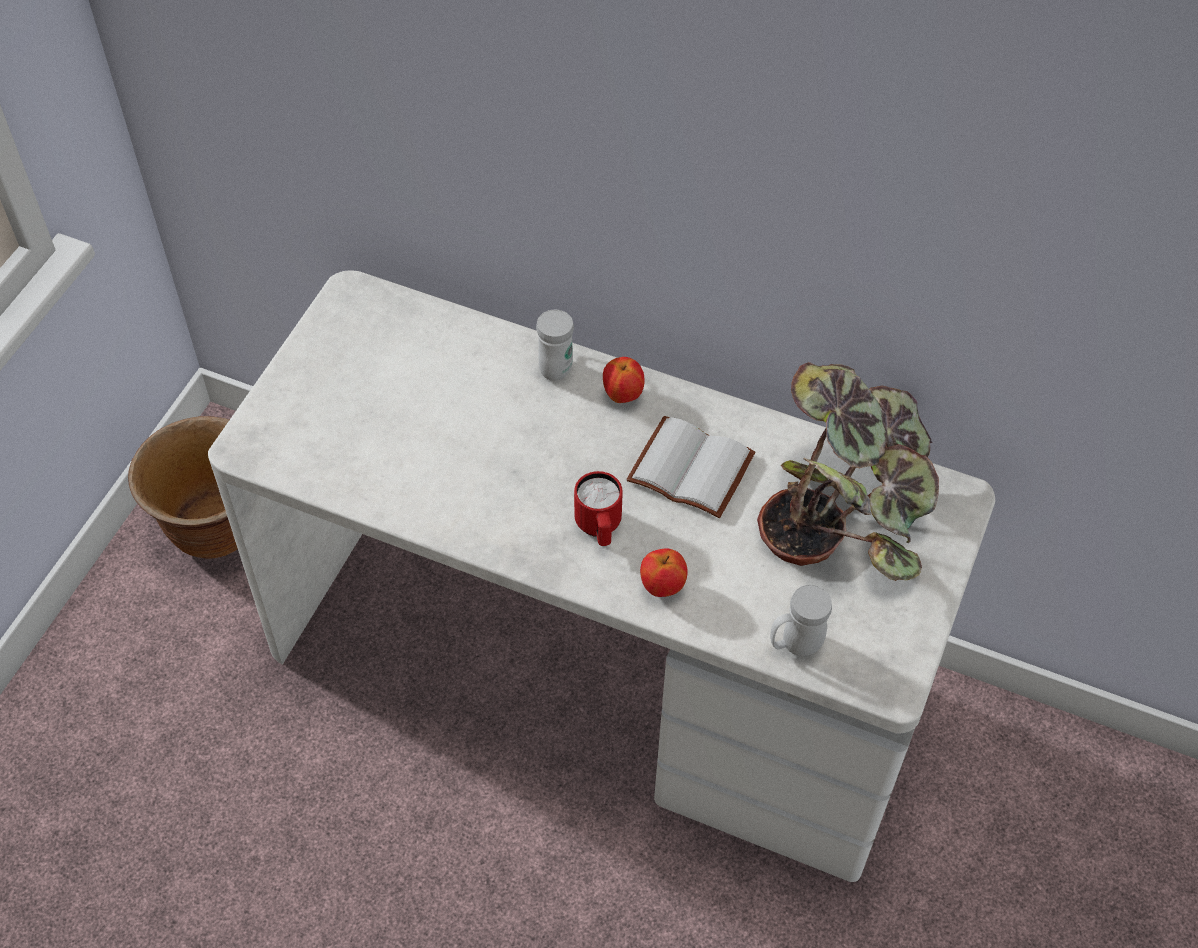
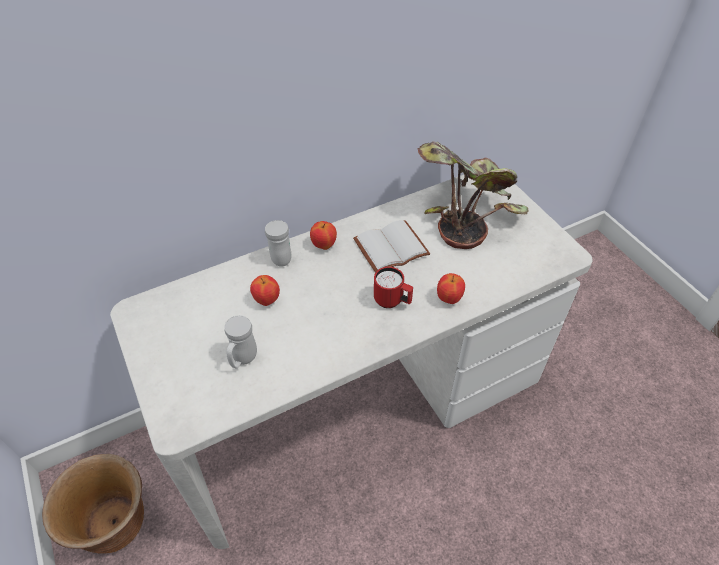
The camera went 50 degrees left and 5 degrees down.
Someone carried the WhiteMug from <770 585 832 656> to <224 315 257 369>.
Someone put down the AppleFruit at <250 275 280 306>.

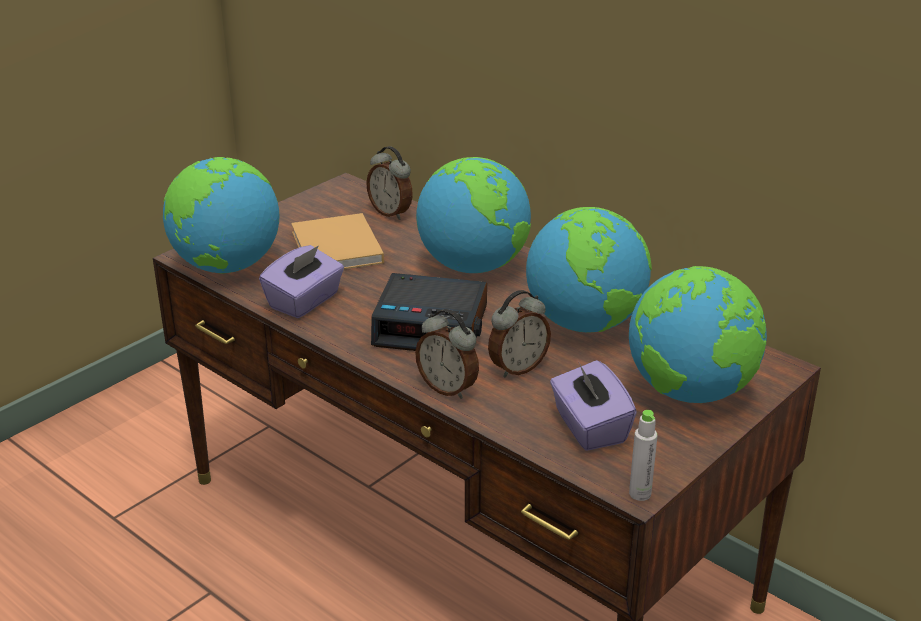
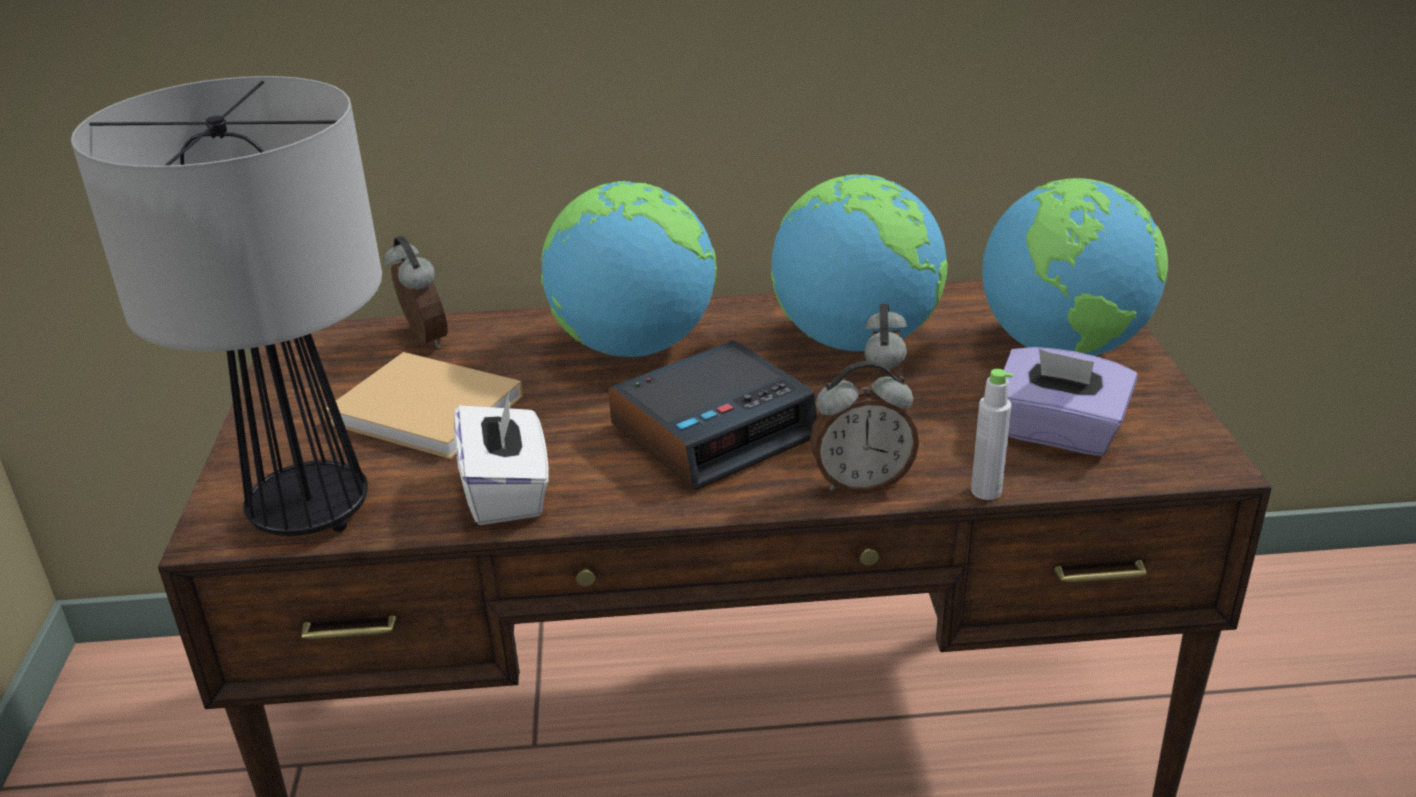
The camera went 45 degrees left and 0 degrees up.
Someone swapped the Globe at <163 157 279 274> for the TabletopLamp at <71 76 382 536>.
Someone rotated the TableClock at <366 146 413 220> by 120 degrees counterclockwise.
Someone repainted the PurpleColouredTissueBox at <259 245 344 318>, which became the WhiteTissueBox at <454 390 549 525>.
Someone carried the GreyDrinkBottle from <629 410 658 501> to <971 369 1013 500>.

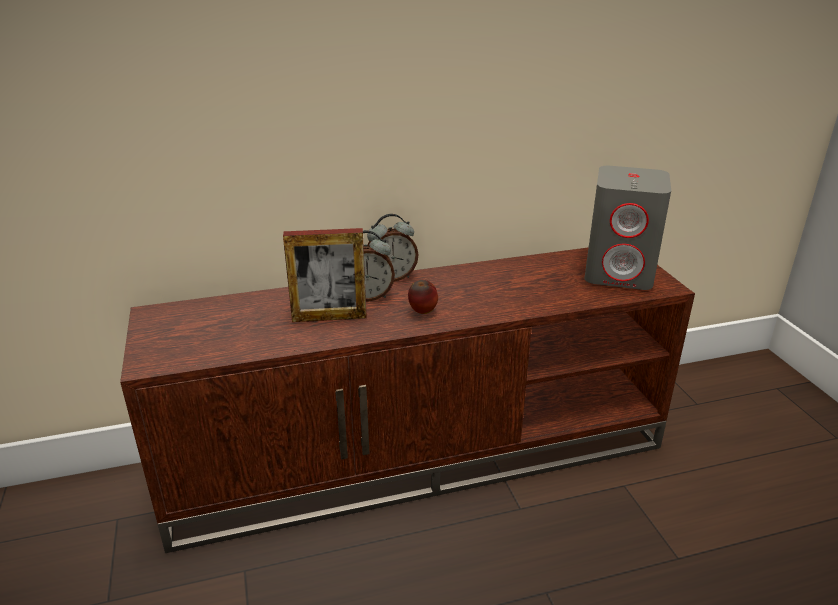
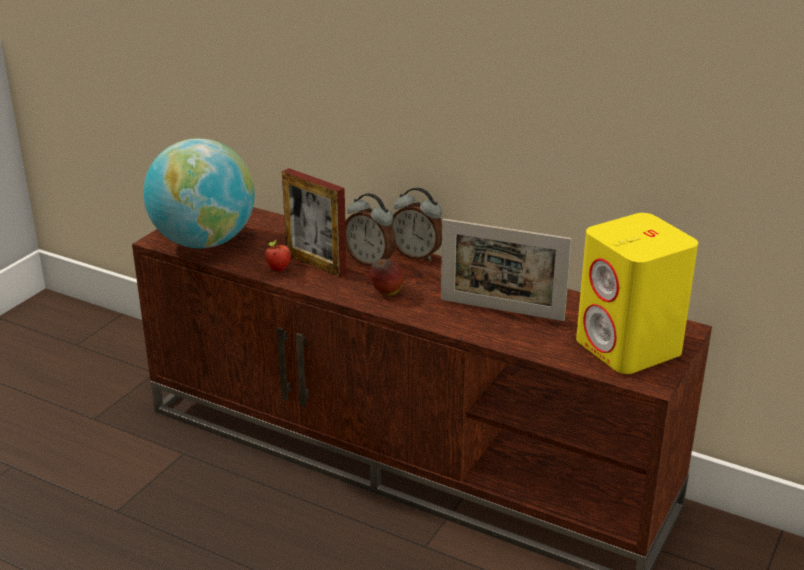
The camera went 45 degrees right and 0 degrees up.
Someone put down the Globe at <143 138 255 248>.
Someone put down the AppleFruit at <265 240 291 271>.
Someone put down the PictureFrame at <441 219 572 321>.
Someone repainted the GreySpeaker at <585 166 671 290>, which became the YellowSpeaker at <576 213 698 374>.

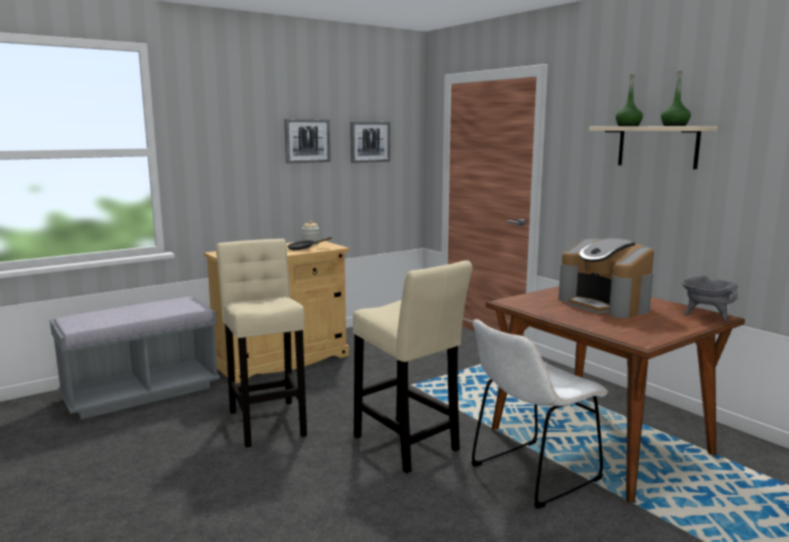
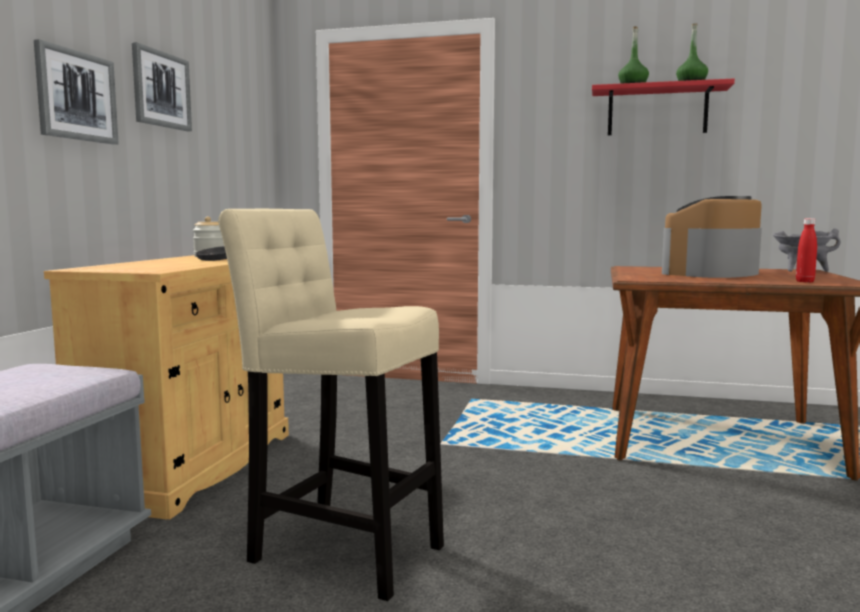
The camera went 40 degrees left and 5 degrees down.
Someone carried the WallArt from <350 122 390 163> to <34 39 119 145>.
Someone repainted the BeigeColouredBracketShelf at <589 126 717 169>, which became the RedColouredBracketShelf at <592 78 735 135>.
Someone rotated the CoffeeBrewer at <558 238 654 318> by 120 degrees clockwise.
Someone put down the RedColouredDrinkBottle at <796 218 817 282>.
Someone took away the BeigeColouredSittingStool at <353 260 473 473>.
Someone took away the WhiteUprightChair at <471 319 608 509>.

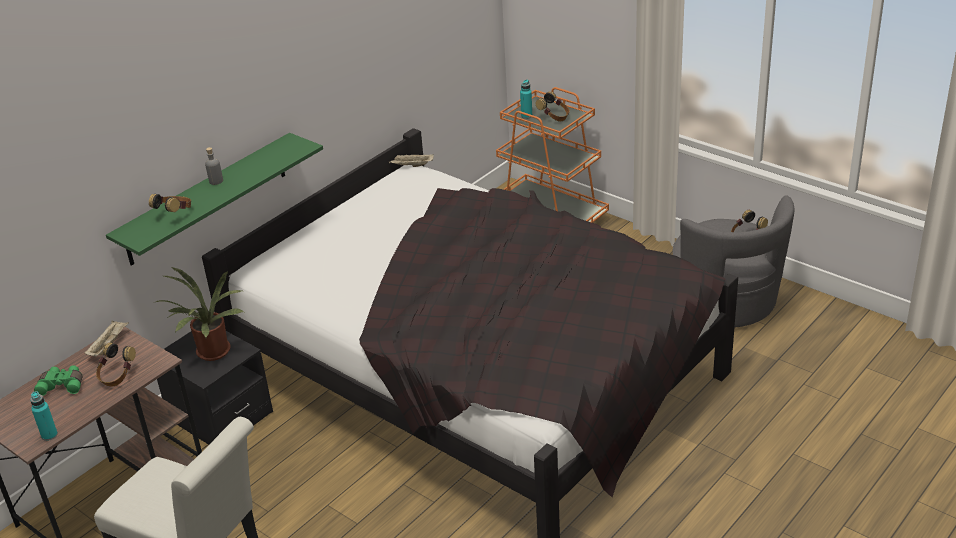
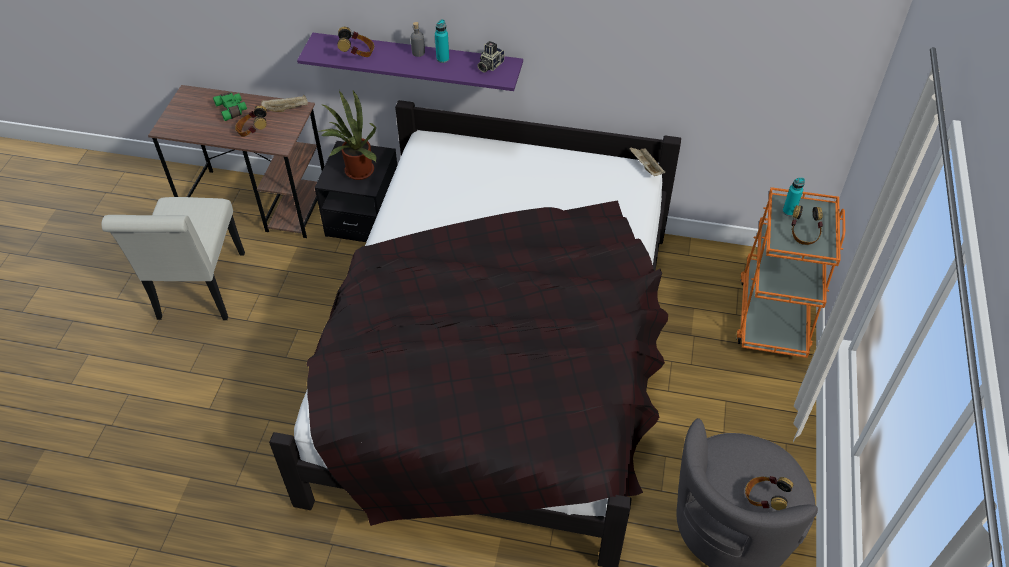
The camera went 60 degrees right and 15 degrees up.
Someone repainted the GreenishBracketShelf at <106 133 323 266>, which became the PurpleColouredBracketShelf at <297 33 523 91>.
Someone carried the TurquoiseColouredDrinkBottle from <30 391 58 441> to <435 19 449 63>.
Someone put down the PhotoCamera at <477 41 504 72>.

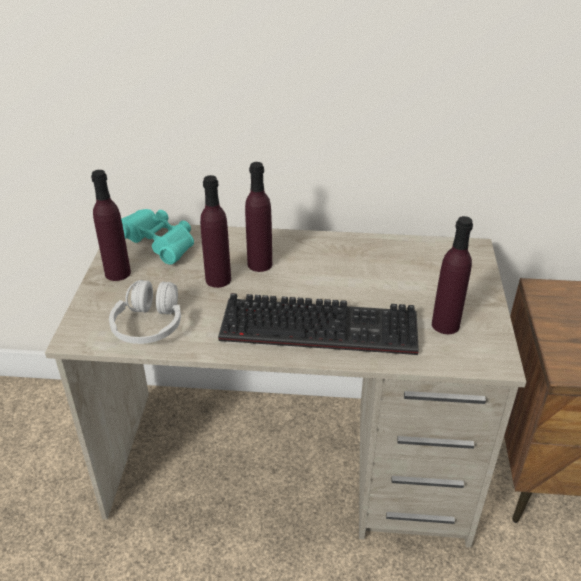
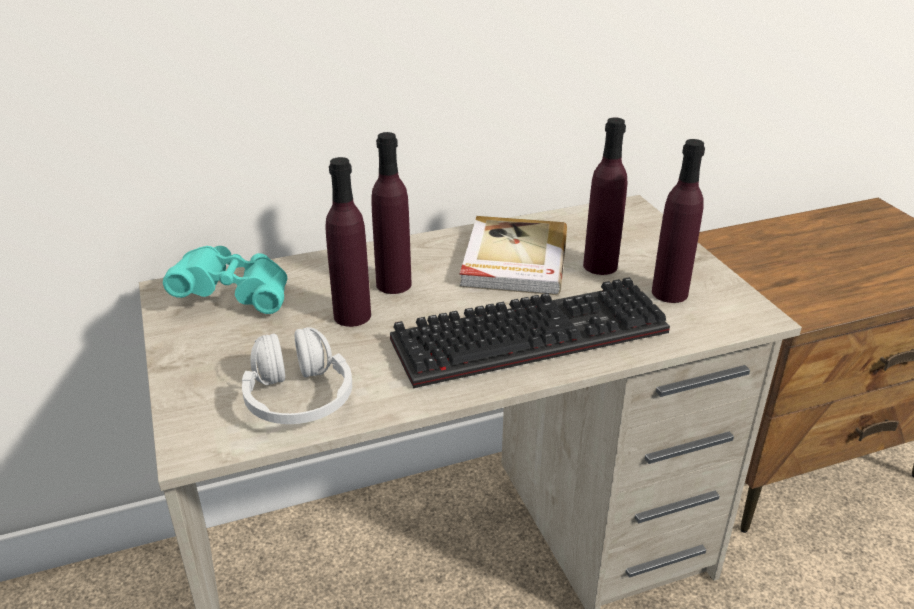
The camera went 25 degrees left and 5 degrees down.
Someone put down the BoundBook at <460 216 567 295>.
Someone carried the PurpleColouredDrinkBottle from <91 170 131 281> to <583 118 627 275>.

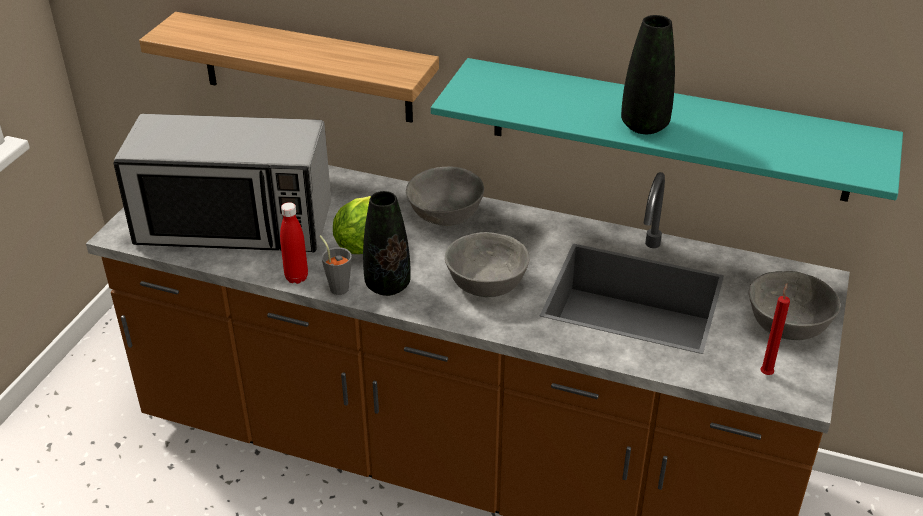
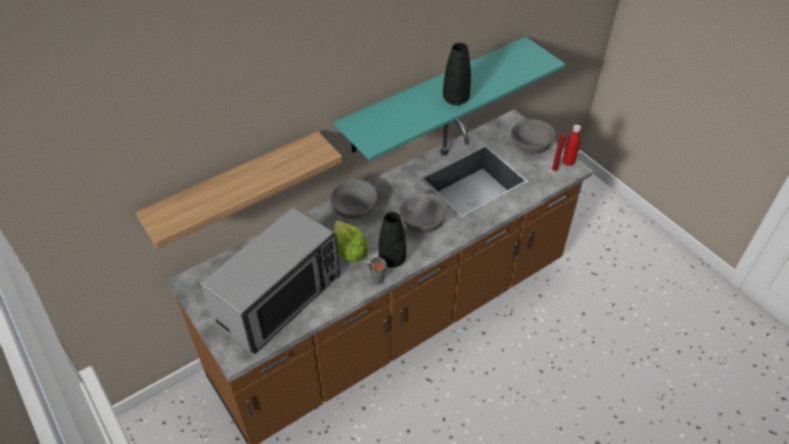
The camera went 55 degrees left and 10 degrees up.
Someone carried the RedColouredDrinkBottle from <280 202 308 284> to <563 125 581 166>.

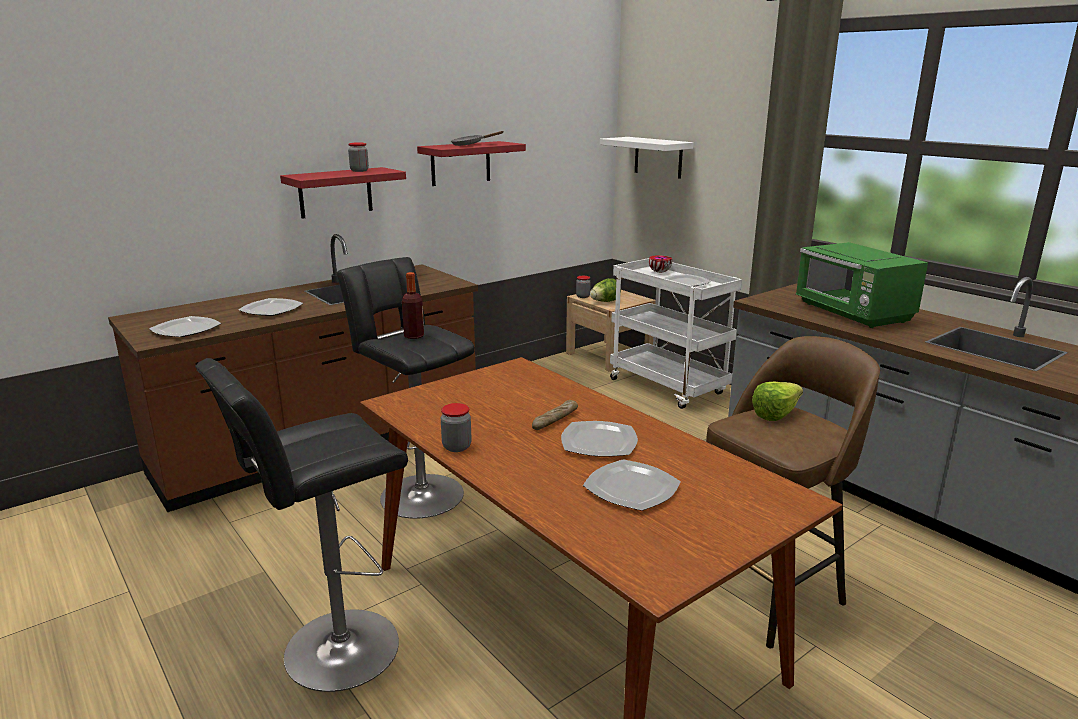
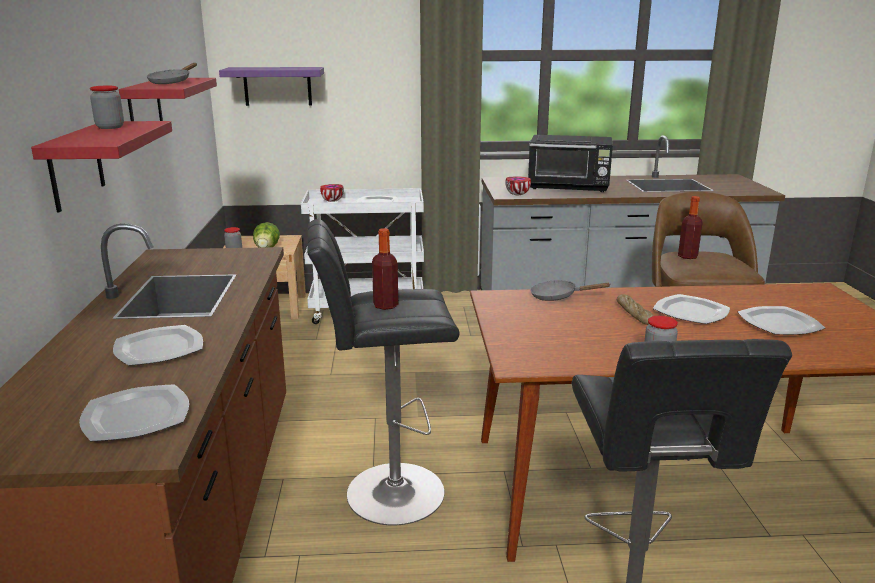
The camera went 55 degrees left and 0 degrees up.
Someone repainted the WhiteBracketShelf at <600 137 694 179>, which became the PurpleColouredBracketShelf at <219 67 324 106>.
Someone put down the ServingBowl at <505 176 531 195>.
Someone repainted the GreenishMicrowaveOven at <796 242 928 328>, which became the BlackishMicrowaveOven at <528 135 613 192>.
Someone put down the GreySkillet at <531 280 611 301>.
Someone swapped the Lettuce at <752 382 803 421> for the DrinkBottle at <678 196 703 259>.

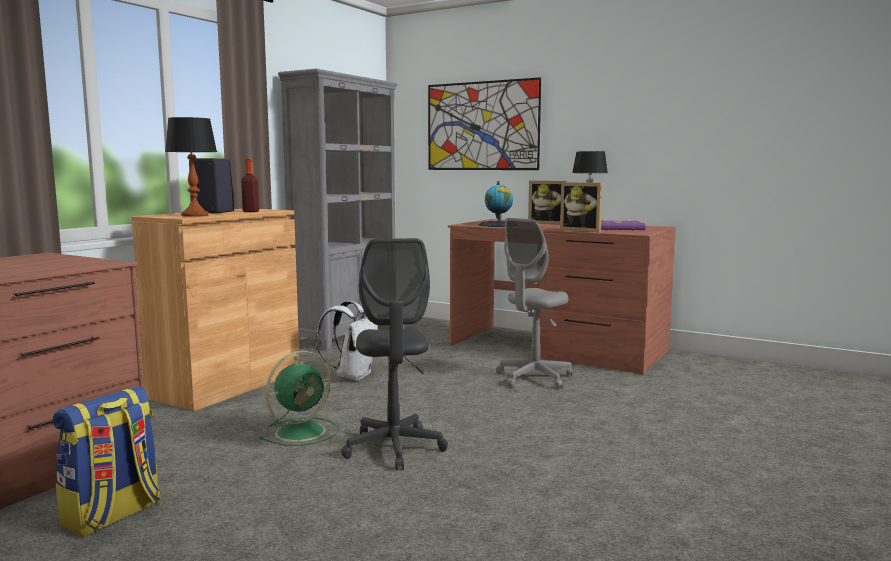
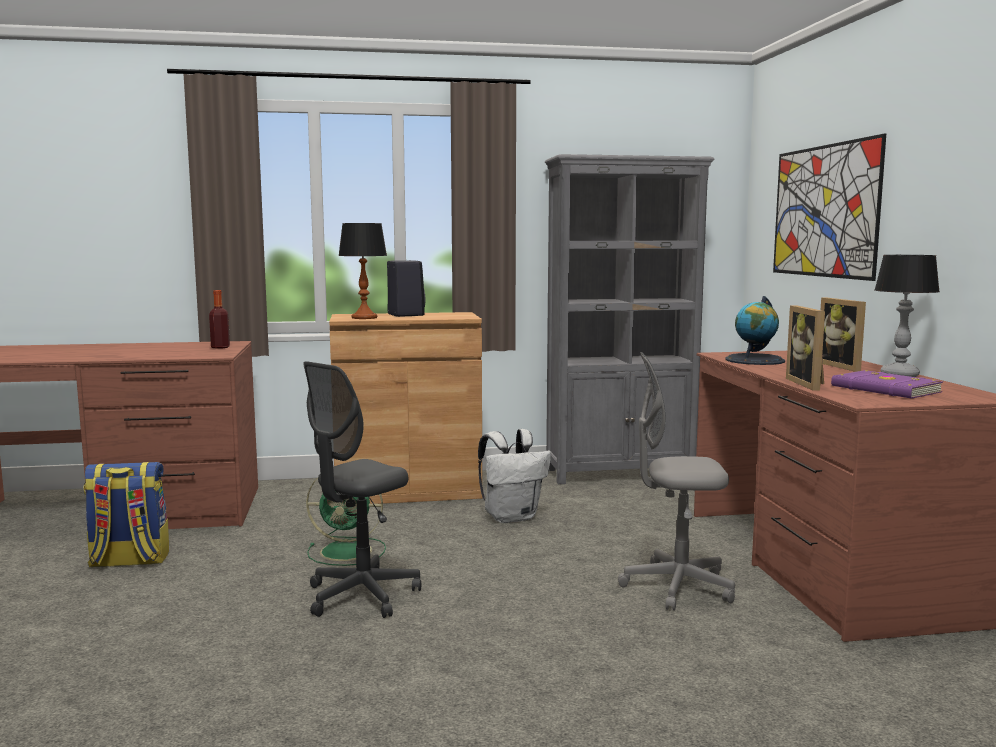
The camera went 50 degrees right and 0 degrees up.
Someone carried the DrinkBottle from <241 159 259 212> to <209 290 230 349>.

